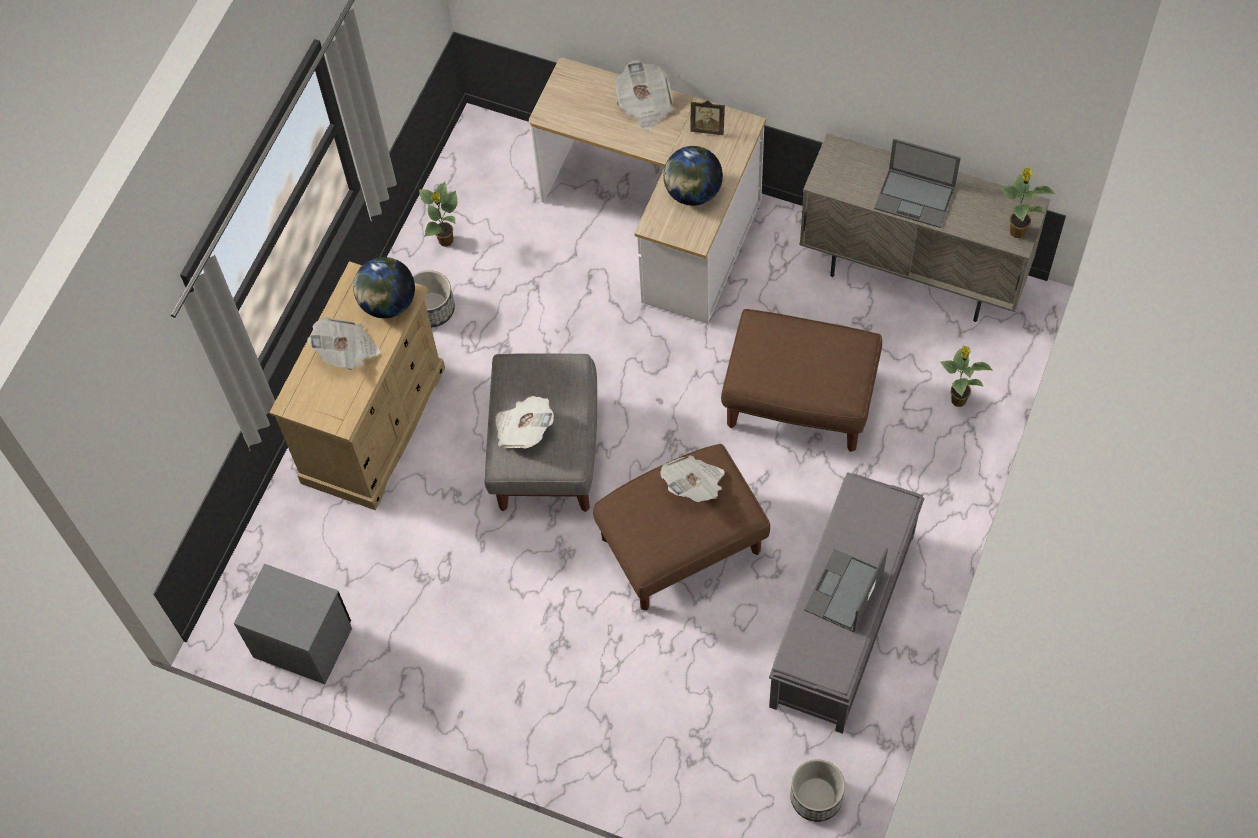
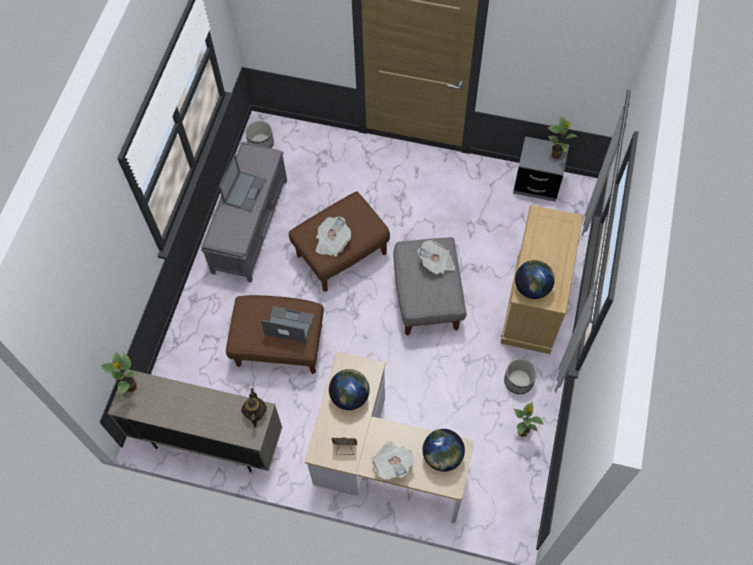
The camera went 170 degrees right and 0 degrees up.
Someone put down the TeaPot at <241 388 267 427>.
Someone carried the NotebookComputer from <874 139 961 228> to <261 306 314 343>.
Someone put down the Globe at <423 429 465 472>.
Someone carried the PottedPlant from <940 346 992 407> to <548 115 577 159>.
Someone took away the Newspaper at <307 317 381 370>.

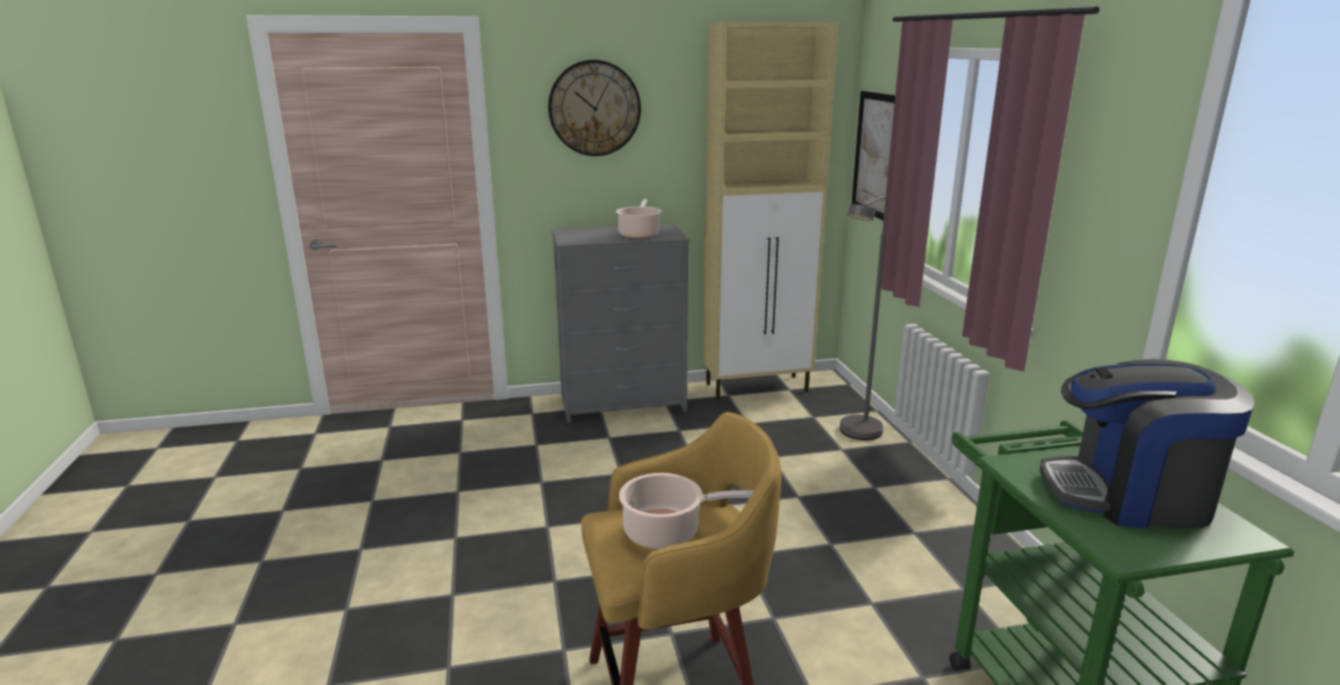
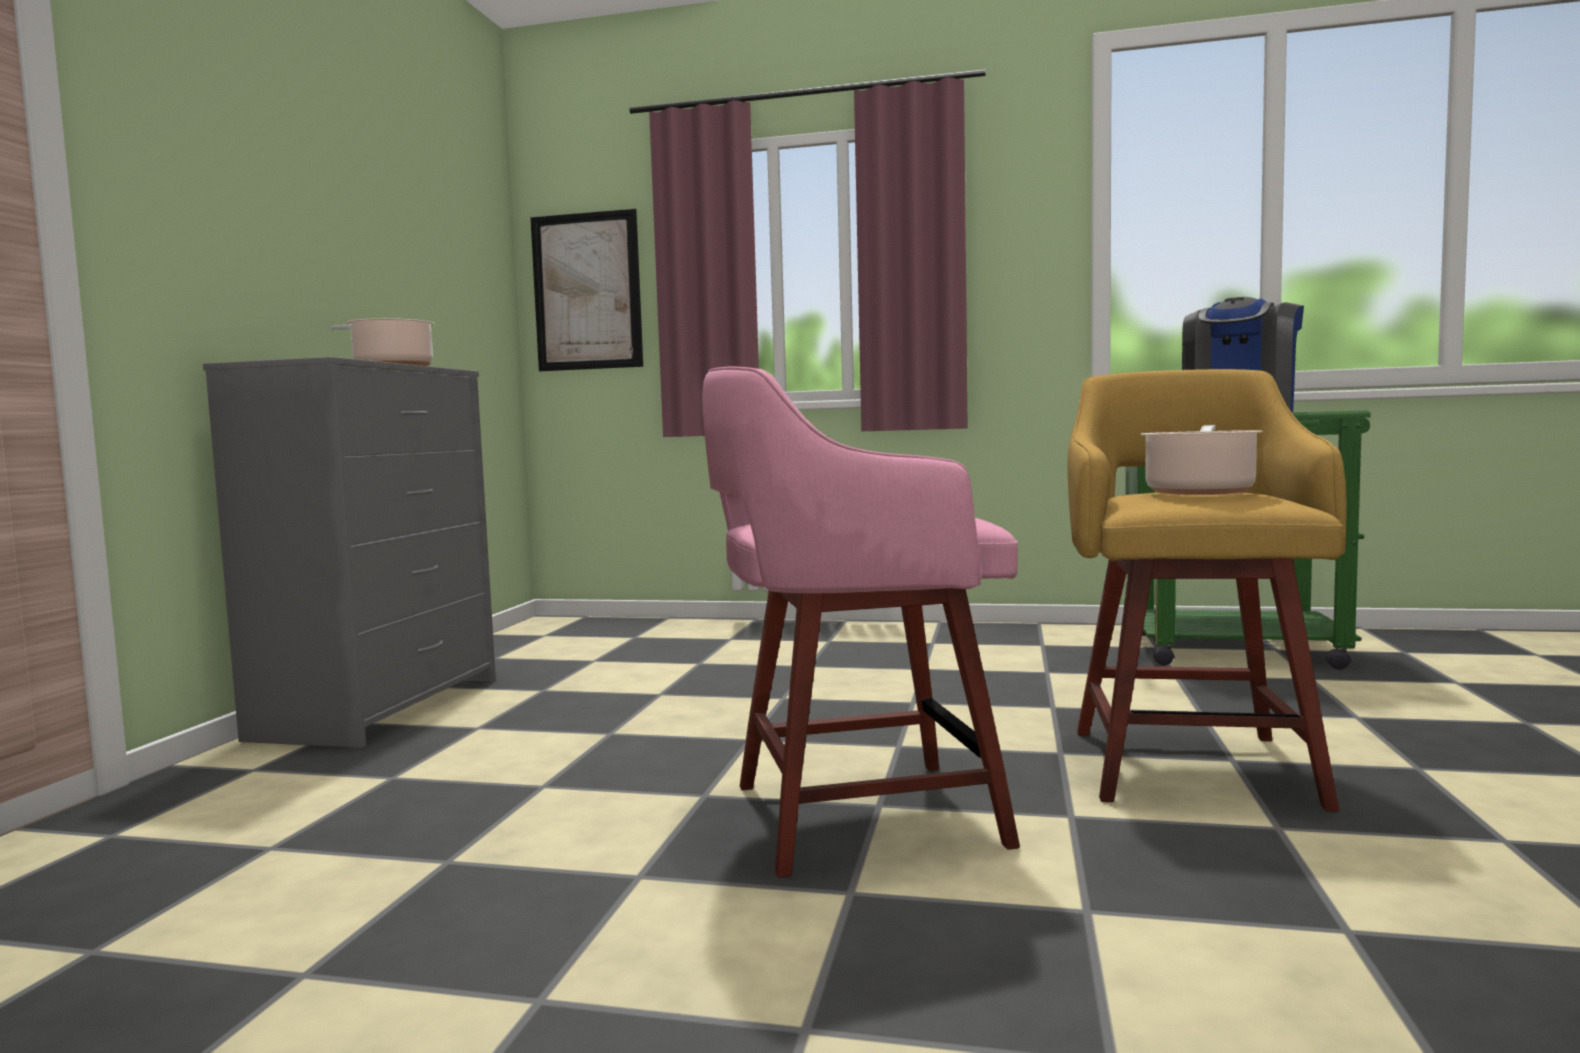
The camera went 65 degrees left and 15 degrees down.
Someone put down the PinkSittingStool at <702 367 1020 878>.
Someone took away the ClockOnTheWall at <548 60 641 156>.
Someone took away the BeigeColouredCabinet at <703 22 838 400>.
Someone took away the GreyFloorLamp at <840 196 888 440>.

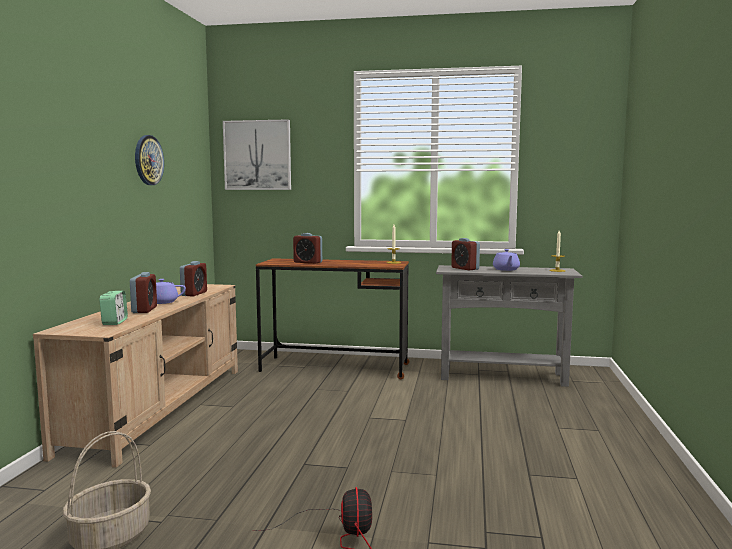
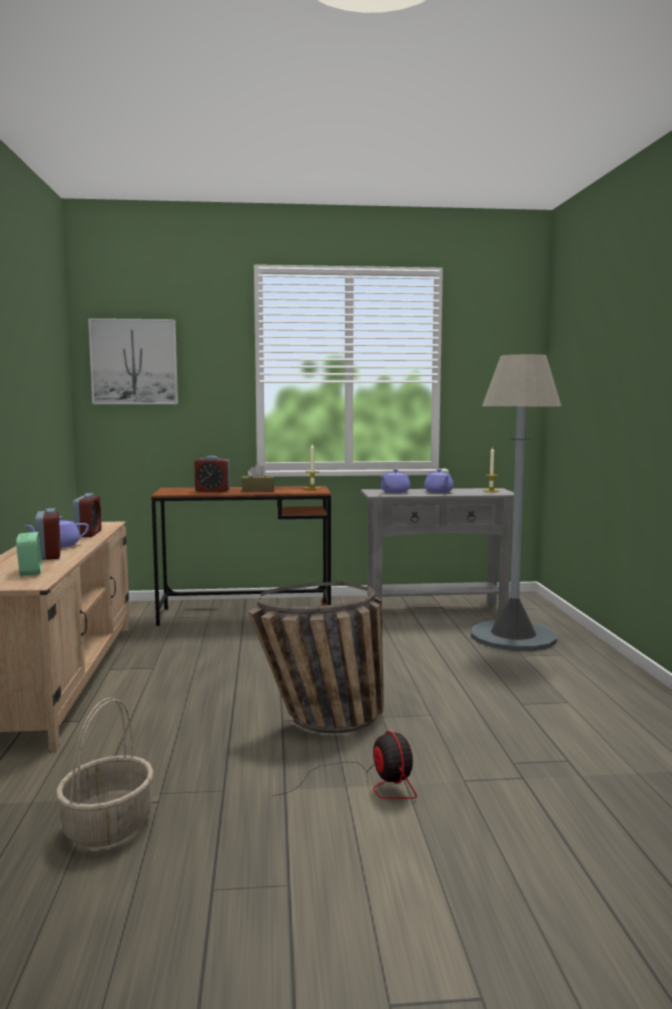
The camera went 15 degrees left and 0 degrees up.
Someone put down the BrownTissueBox at <242 464 274 492>.
Someone put down the Basket at <248 581 384 733>.
Someone swapped the TableClock at <451 238 480 270> for the PurpleColouredTeaPot at <380 469 410 493>.
Someone put down the GreyFloorLamp at <471 354 561 651>.
Someone took away the ClockOnTheWall at <135 135 164 185>.

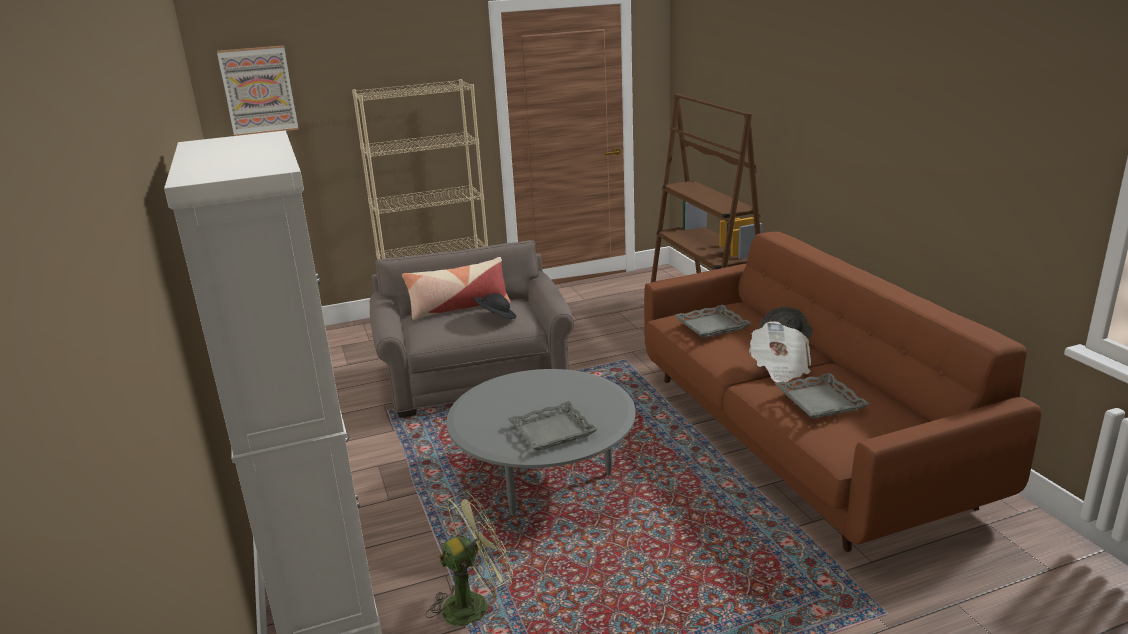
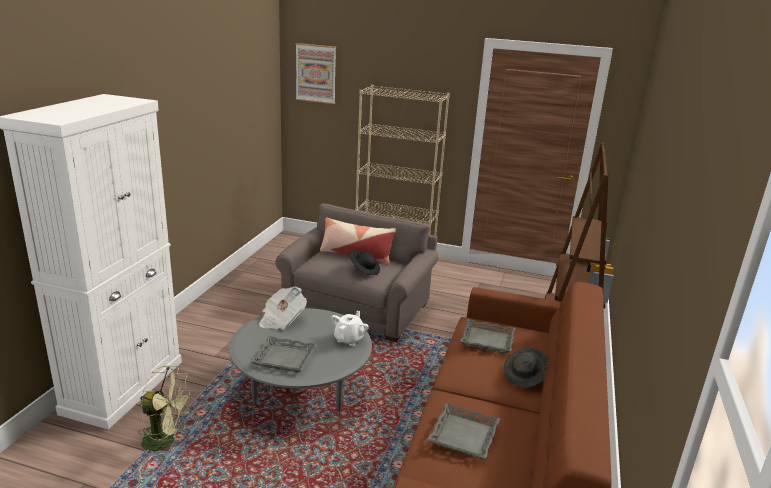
The camera went 35 degrees right and 0 degrees up.
Someone carried the Newspaper from <749 321 811 382> to <259 287 307 330>.
Someone put down the WhiteTeaPot at <331 311 369 346>.

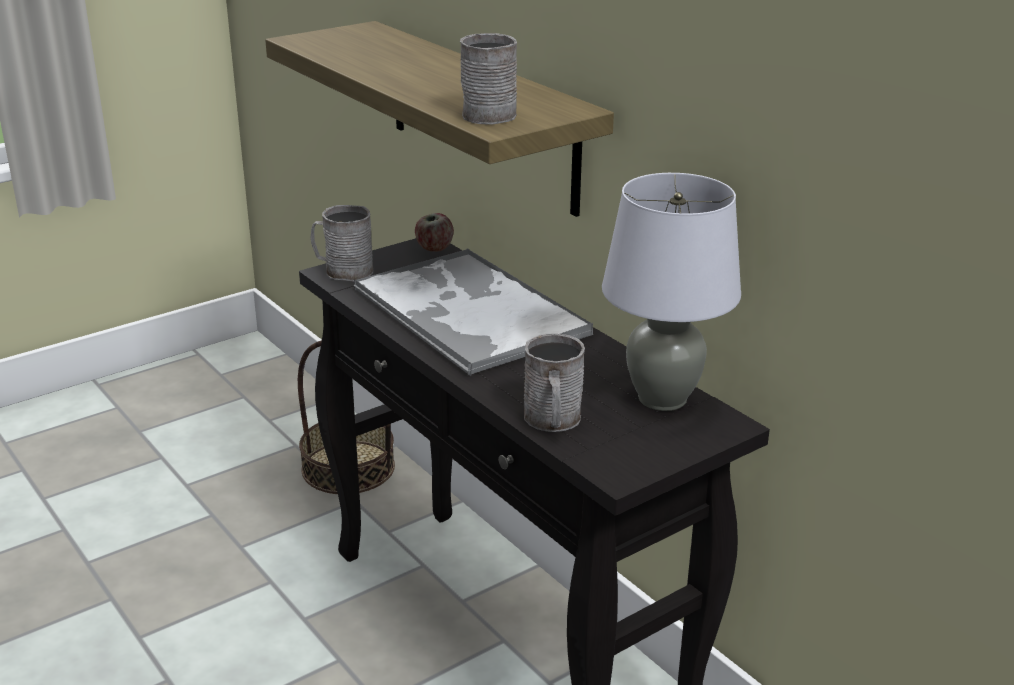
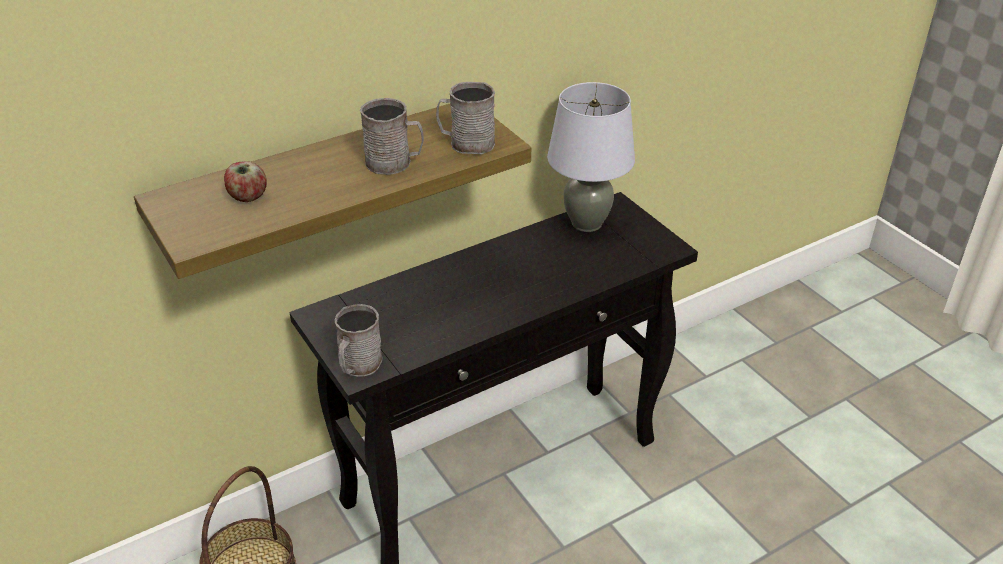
The camera went 85 degrees left and 10 degrees up.
Someone carried the AppleFruit from <415 213 454 252> to <224 161 267 202>.
Someone carried the GreyMug from <524 333 585 432> to <360 98 424 175>.
Someone took away the CarryingTray at <354 249 593 376>.

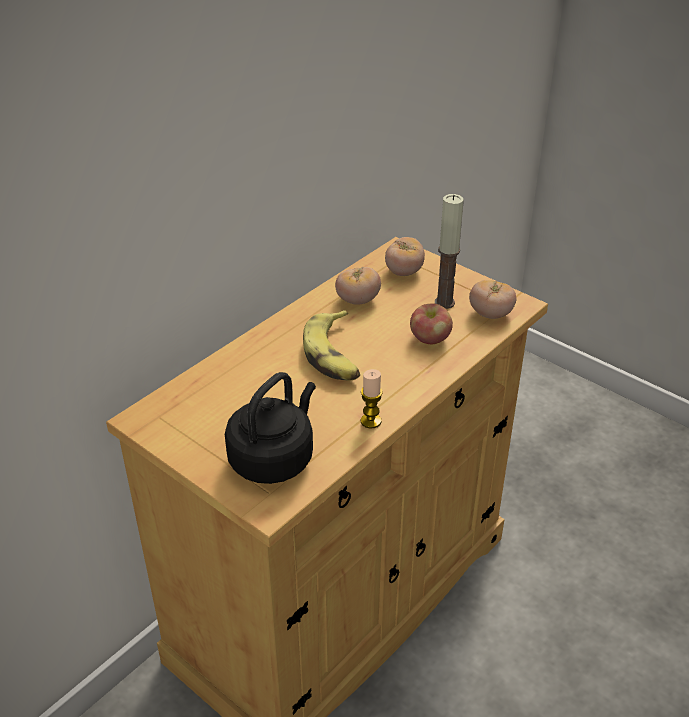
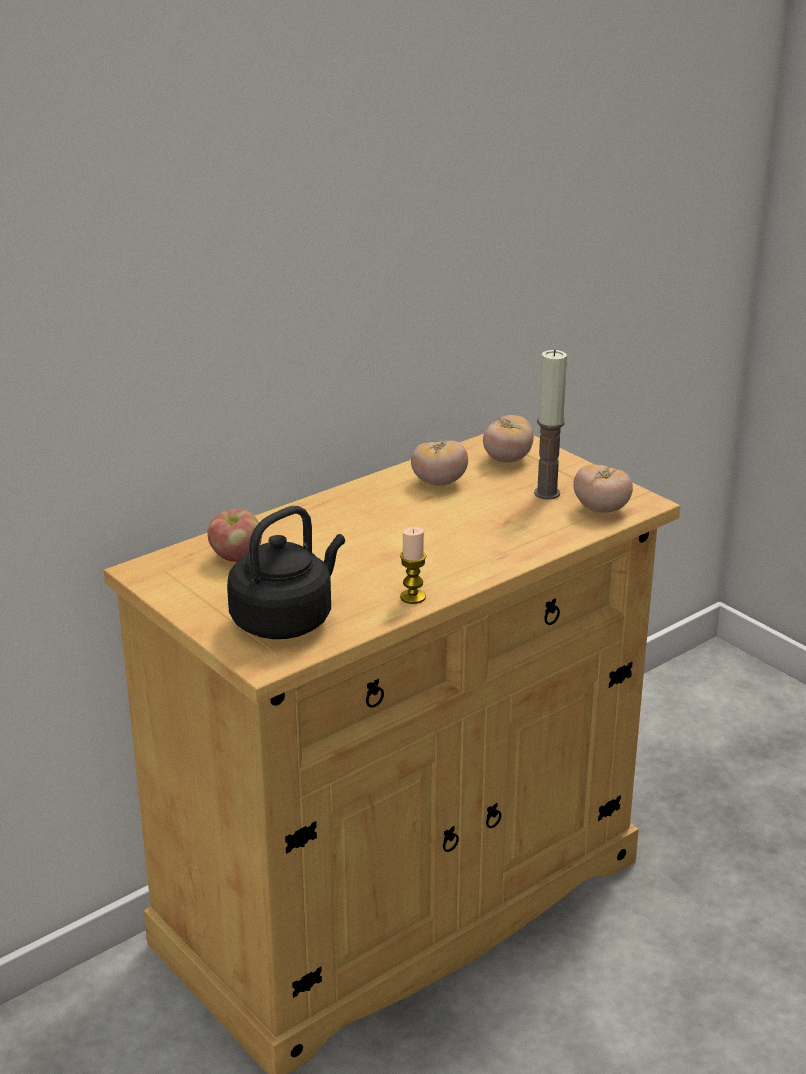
The camera went 10 degrees right and 10 degrees down.
Someone carried the AppleFruit from <410 304 453 344> to <207 509 262 562>.
Someone took away the Banana at <303 310 360 380>.

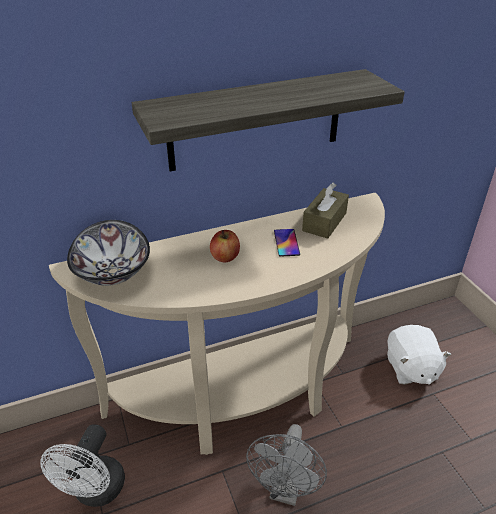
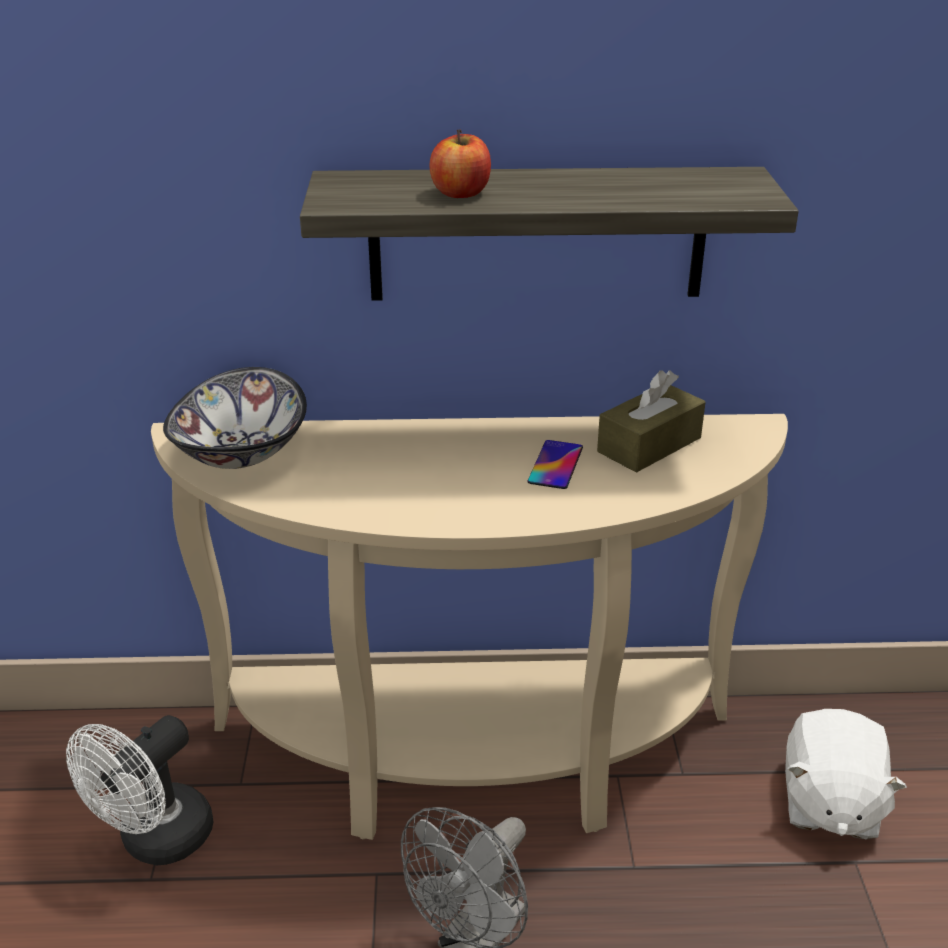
The camera went 20 degrees right and 5 degrees down.
Someone carried the AppleFruit from <210 230 240 262> to <429 130 491 198>.

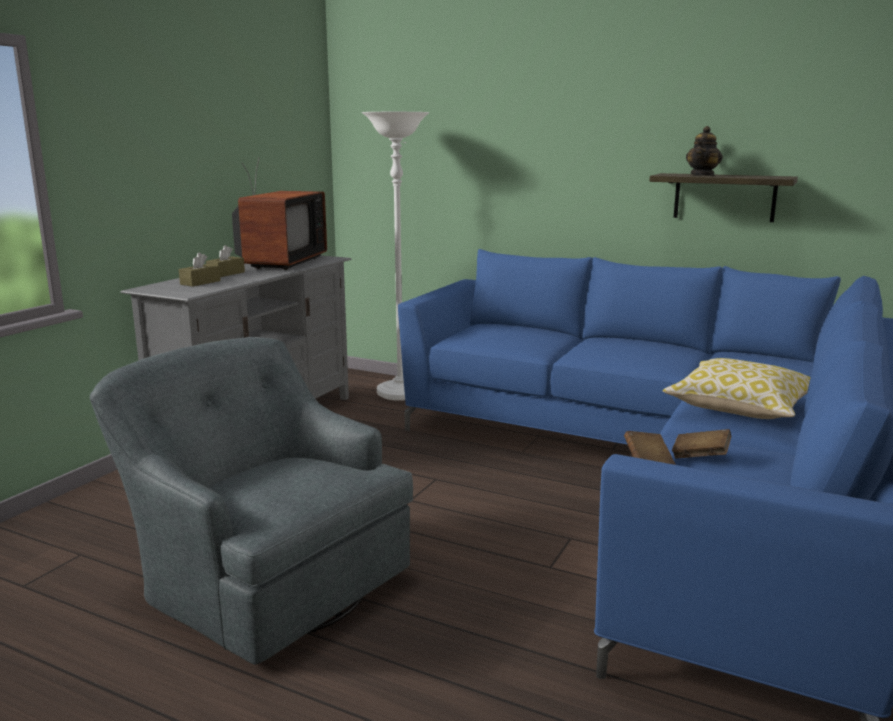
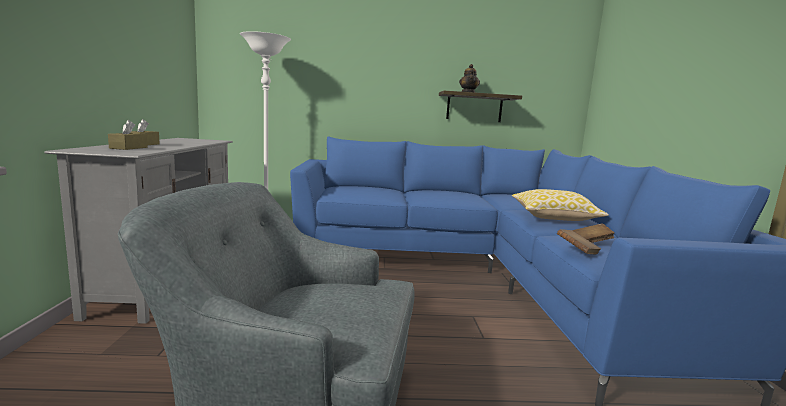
The camera went 30 degrees left and 5 degrees down.
Someone took away the TvSet at <232 157 327 270>.

